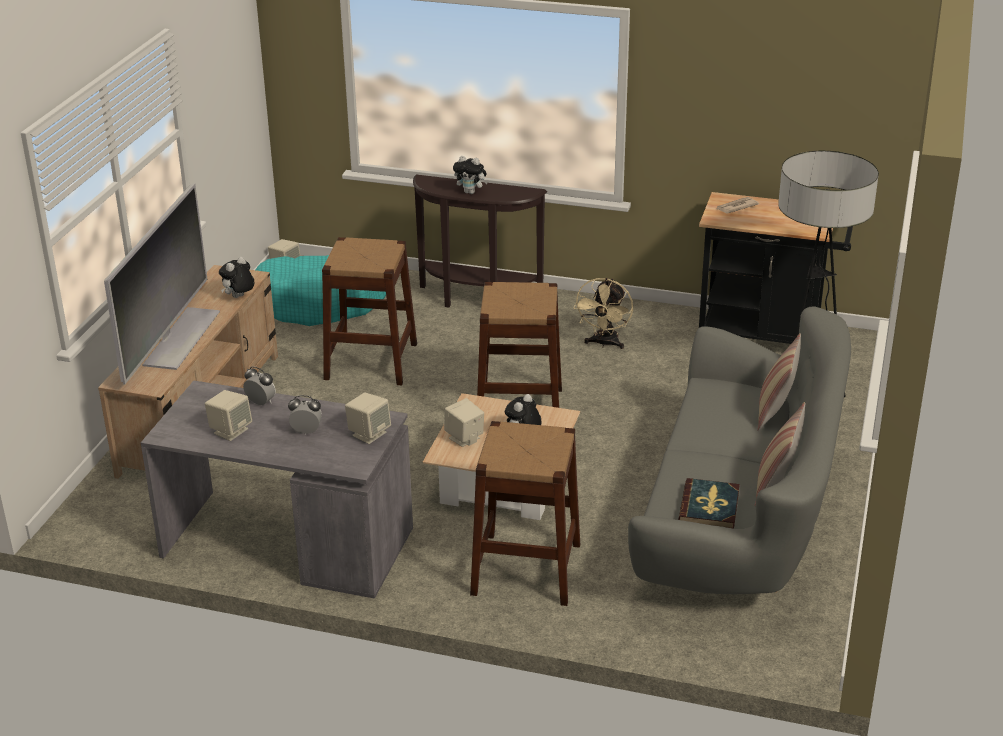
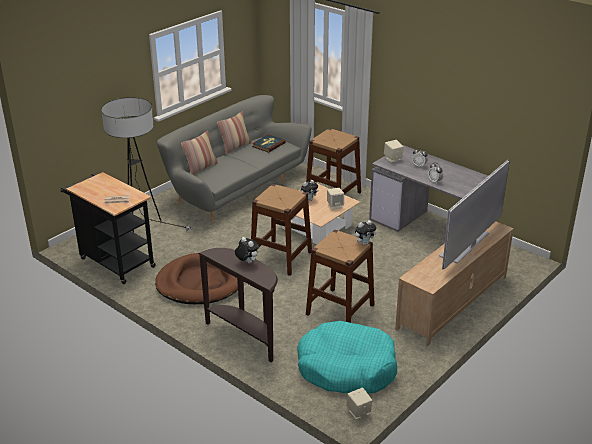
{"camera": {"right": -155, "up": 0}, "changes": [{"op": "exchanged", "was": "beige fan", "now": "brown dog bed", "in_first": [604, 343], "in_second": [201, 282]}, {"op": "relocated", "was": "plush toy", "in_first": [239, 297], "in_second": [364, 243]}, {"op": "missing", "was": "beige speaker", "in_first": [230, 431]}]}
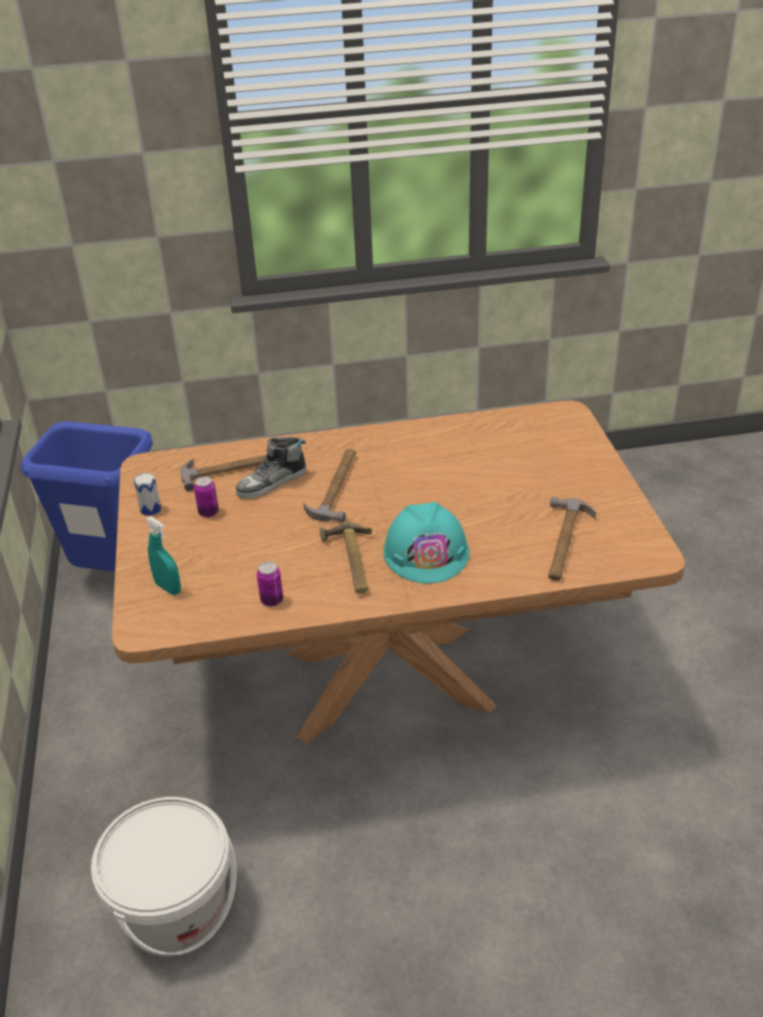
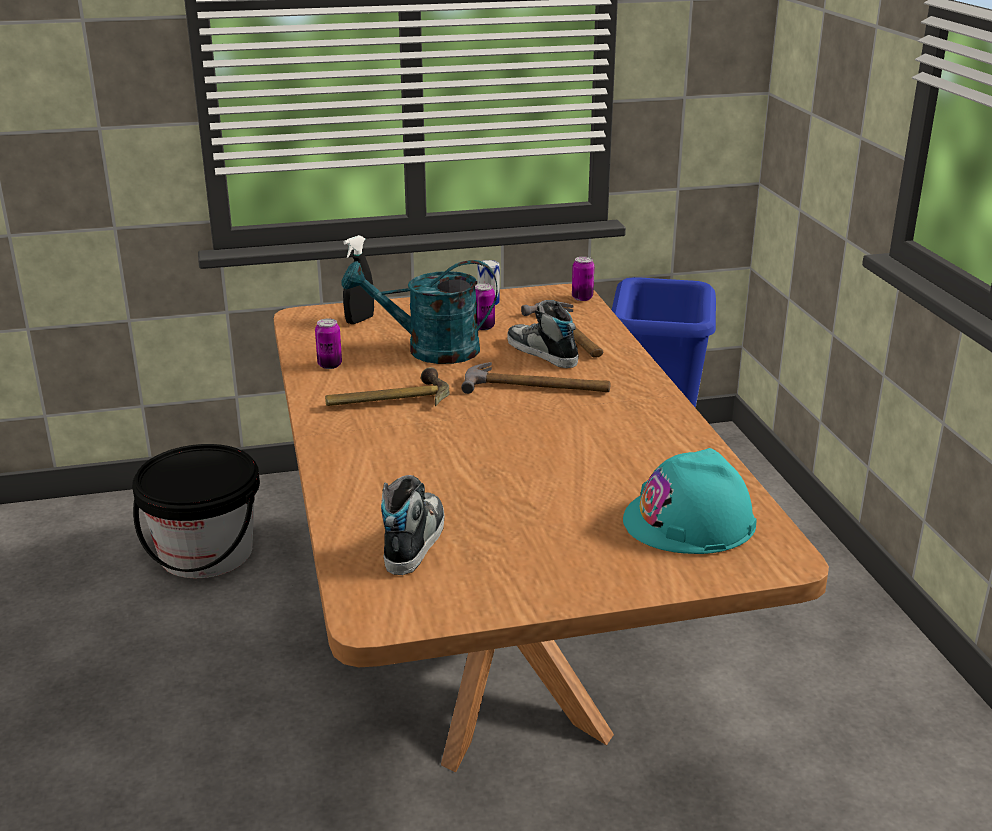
{"camera": {"right": 85, "up": -10}, "changes": [{"op": "colour", "was": "white bucket", "now": "black bucket", "in_first": [176, 910], "in_second": [206, 553]}, {"op": "appeared", "now": "turquoise watering can", "in_second": [429, 350]}, {"op": "colour", "was": "turquoise spray bottle", "now": "black spray bottle", "in_first": [168, 588], "in_second": [359, 320]}, {"op": "exchanged", "was": "hammer", "now": "shoe", "in_first": [565, 542], "in_second": [413, 540]}, {"op": "appeared", "now": "can", "in_second": [582, 298]}, {"op": "relocated", "was": "turquoise hard hat", "in_first": [426, 552], "in_second": [690, 521]}]}
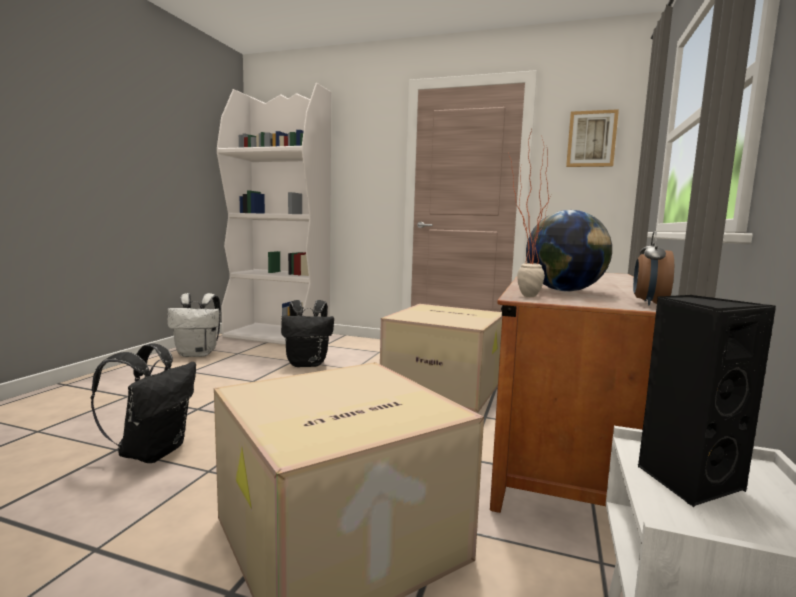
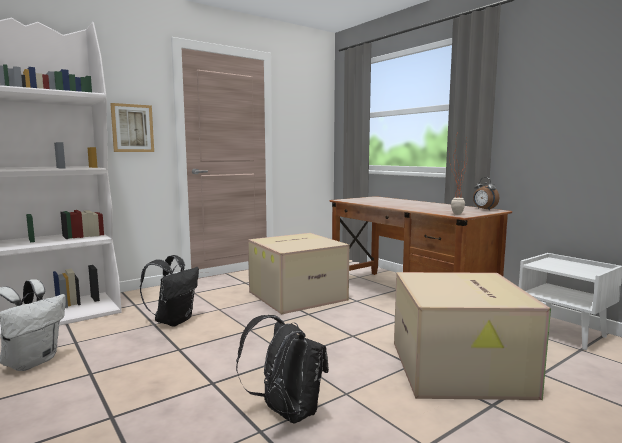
{"camera": {"right": -55, "up": 0}, "changes": [{"op": "relocated", "was": "picture", "in_first": [591, 139], "in_second": [132, 128]}, {"op": "missing", "was": "globe", "in_first": [564, 291]}, {"op": "missing", "was": "black speaker", "in_first": [686, 480]}]}
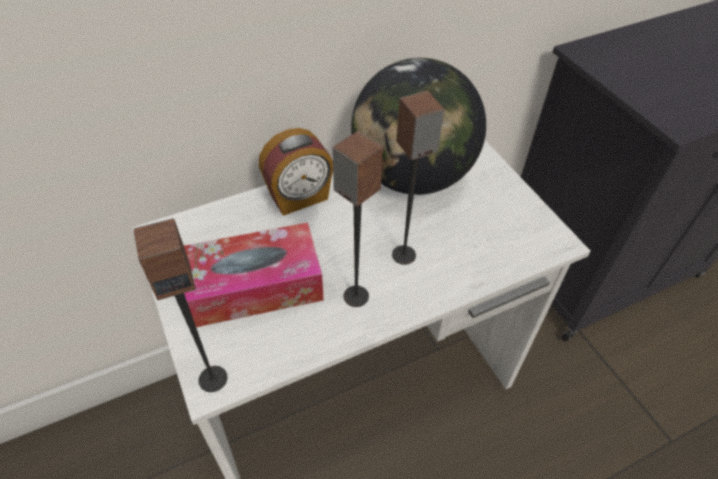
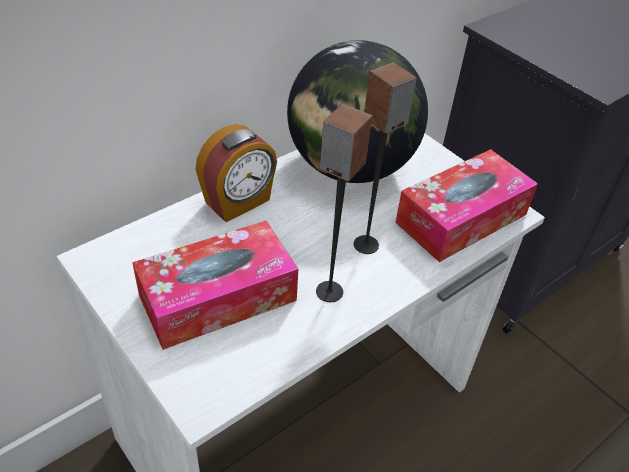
{"camera": {"right": -15, "up": -5}, "changes": [{"op": "appeared", "now": "tissue box", "in_second": [461, 218]}, {"op": "missing", "was": "speaker", "in_first": [213, 378]}]}
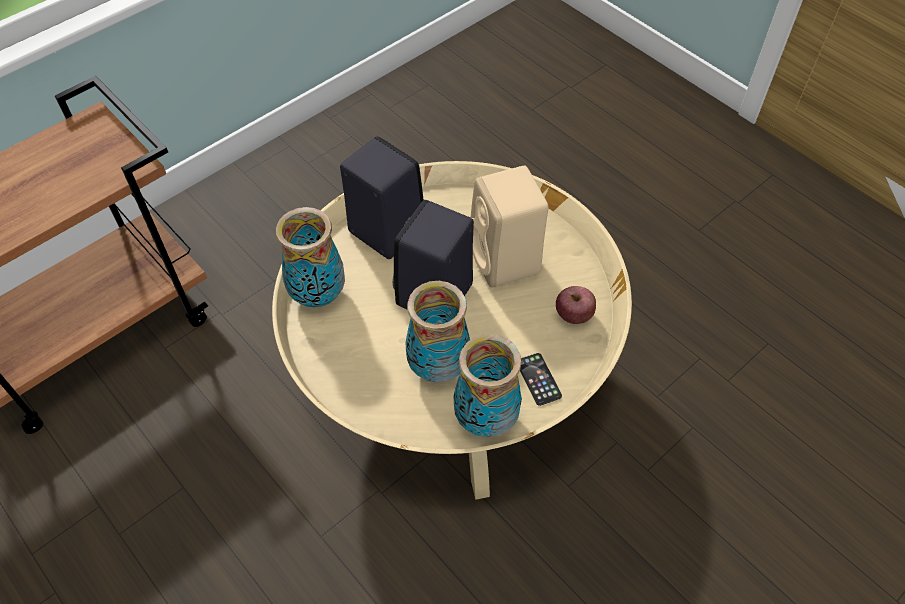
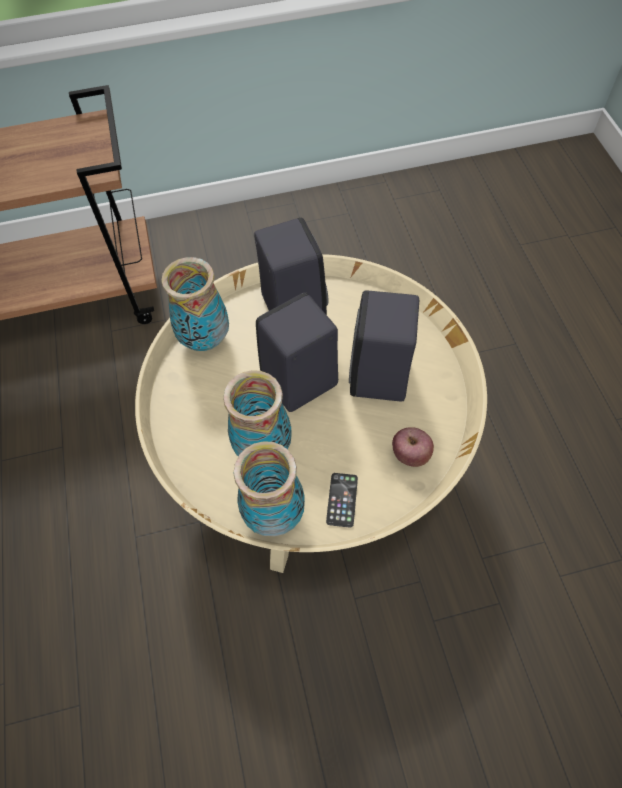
{"camera": {"right": 30, "up": 5}, "changes": [{"op": "colour", "was": "beige speaker", "now": "black speaker", "in_first": [506, 261], "in_second": [380, 377]}]}
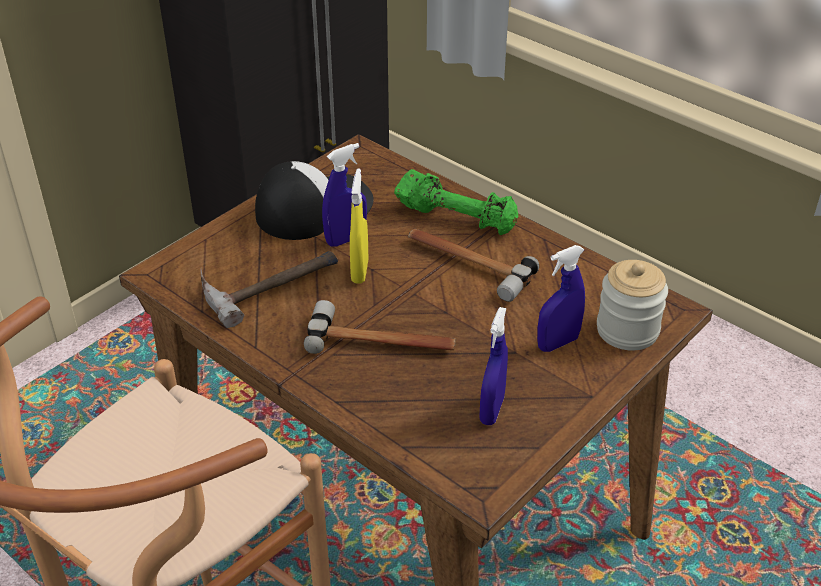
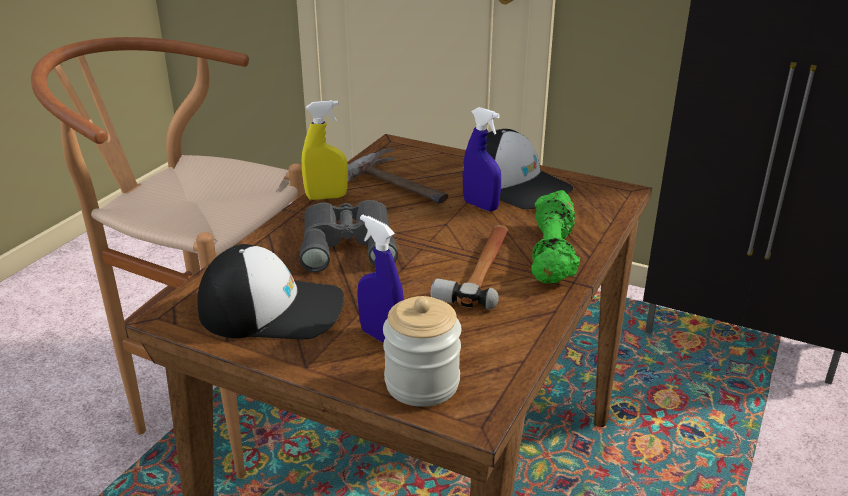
{"camera": {"right": 75, "up": -10}, "changes": [{"op": "exchanged", "was": "blue spray bottle", "now": "cap", "in_first": [492, 410], "in_second": [273, 309]}, {"op": "exchanged", "was": "hammer", "now": "grey binoculars", "in_first": [381, 341], "in_second": [348, 242]}, {"op": "relocated", "was": "yellow spray bottle", "in_first": [360, 271], "in_second": [326, 197]}]}
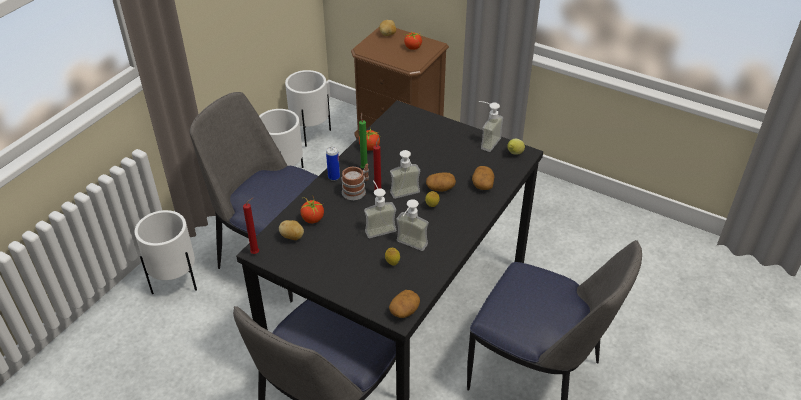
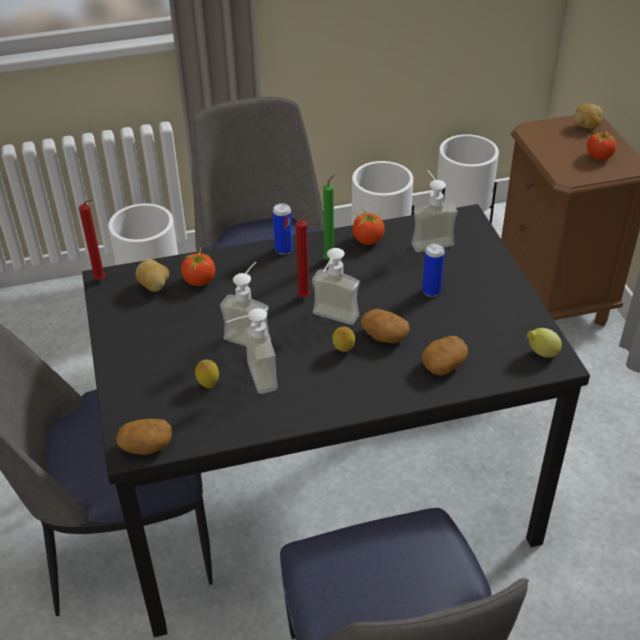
{"camera": {"right": 45, "up": 0}, "changes": [{"op": "relocated", "was": "soap dispenser", "in_first": [485, 142], "in_second": [429, 239]}, {"op": "appeared", "now": "can", "in_second": [431, 291]}, {"op": "missing", "was": "mug", "in_first": [357, 190]}]}
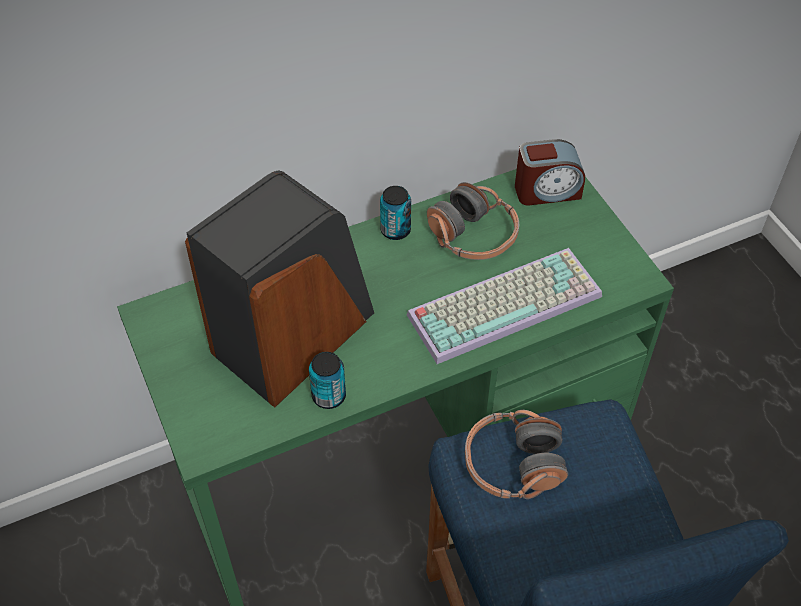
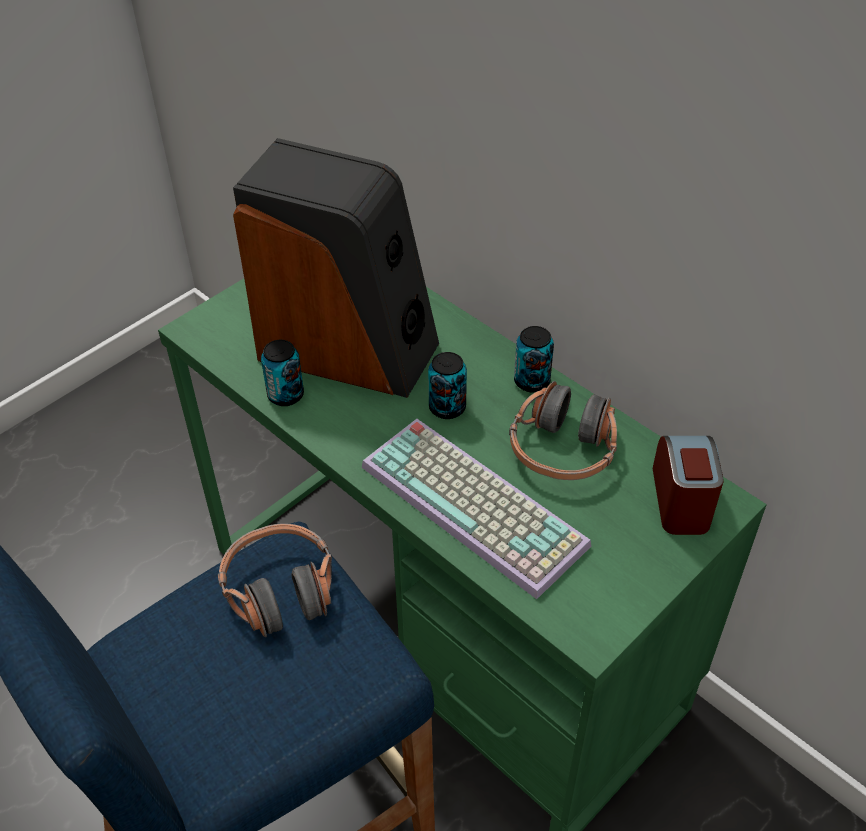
{"camera": {"right": 70, "up": -5}, "changes": [{"op": "appeared", "now": "can", "in_second": [447, 407]}, {"op": "spun", "was": "alarm clock", "in_first": [547, 191], "in_second": [681, 500], "clockwise": -150}]}
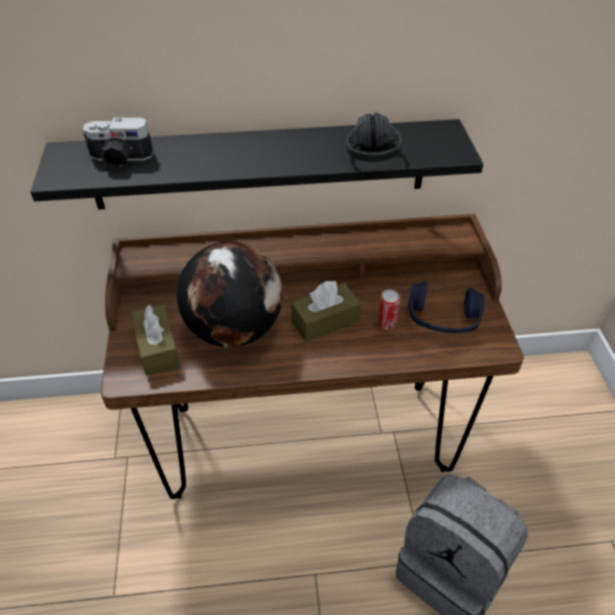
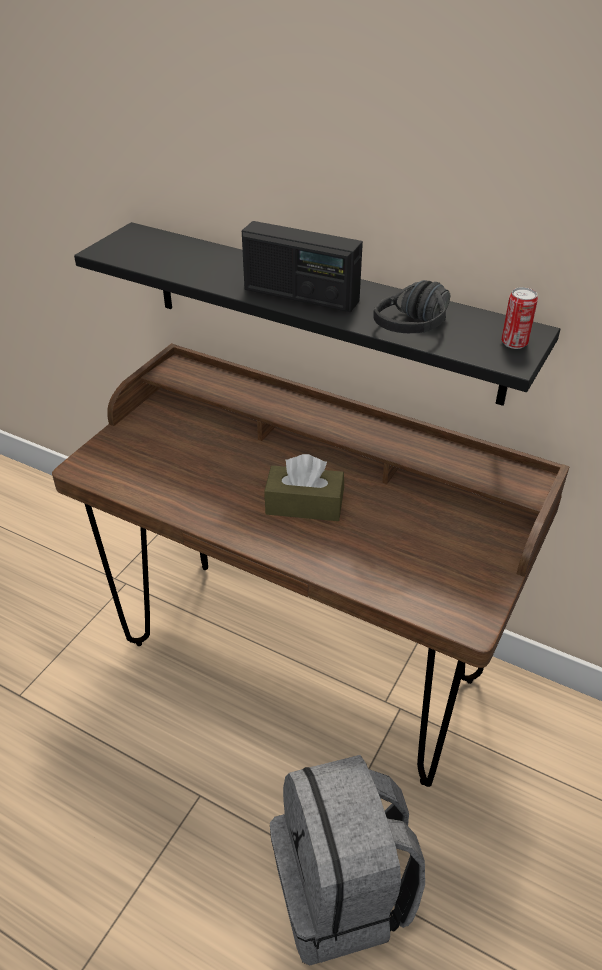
{"camera": {"right": 35, "up": -5}, "changes": [{"op": "appeared", "now": "radio", "in_second": [301, 295]}, {"op": "relocated", "was": "can", "in_first": [386, 323], "in_second": [514, 343]}, {"op": "missing", "was": "photo camera", "in_first": [120, 159]}, {"op": "missing", "was": "brown tissue box", "in_first": [157, 348]}, {"op": "missing", "was": "globe", "in_first": [234, 329]}, {"op": "missing", "was": "blue headphones", "in_first": [443, 319]}]}
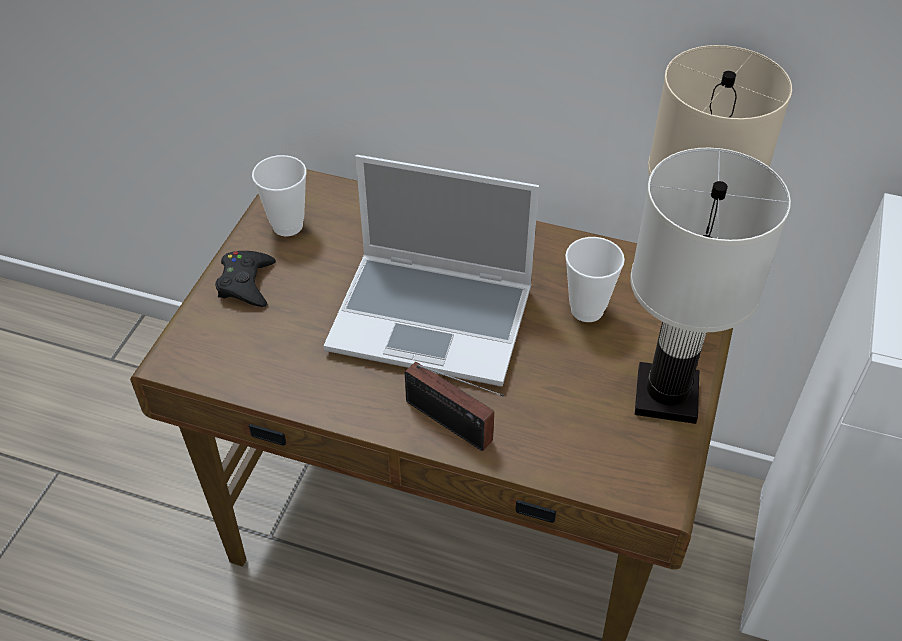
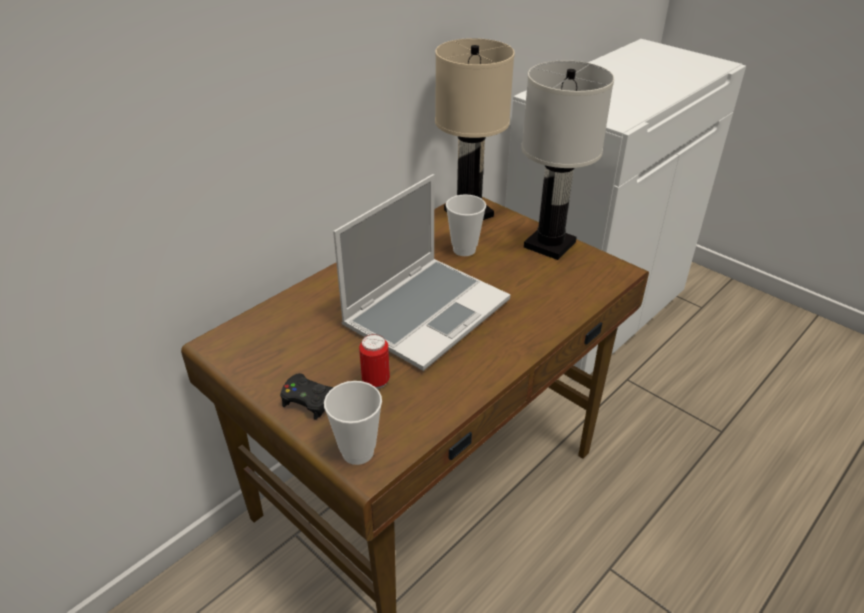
{"camera": {"right": -65, "up": -10}, "changes": [{"op": "relocated", "was": "cup", "in_first": [287, 226], "in_second": [358, 452]}, {"op": "appeared", "now": "can", "in_second": [376, 381]}, {"op": "missing", "was": "radio", "in_first": [452, 425]}]}
